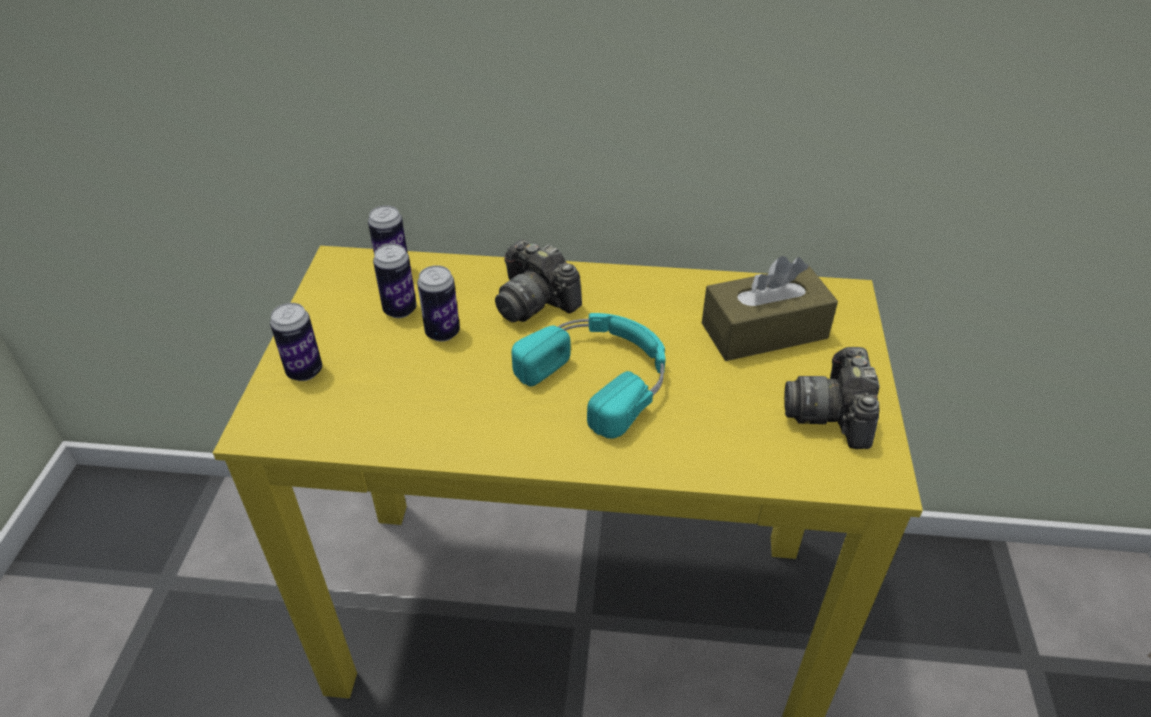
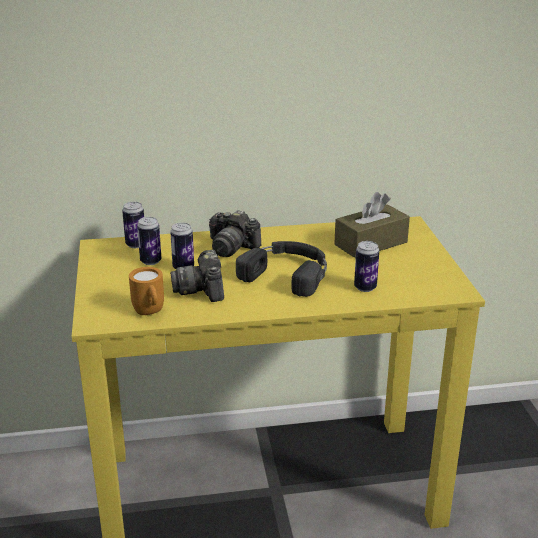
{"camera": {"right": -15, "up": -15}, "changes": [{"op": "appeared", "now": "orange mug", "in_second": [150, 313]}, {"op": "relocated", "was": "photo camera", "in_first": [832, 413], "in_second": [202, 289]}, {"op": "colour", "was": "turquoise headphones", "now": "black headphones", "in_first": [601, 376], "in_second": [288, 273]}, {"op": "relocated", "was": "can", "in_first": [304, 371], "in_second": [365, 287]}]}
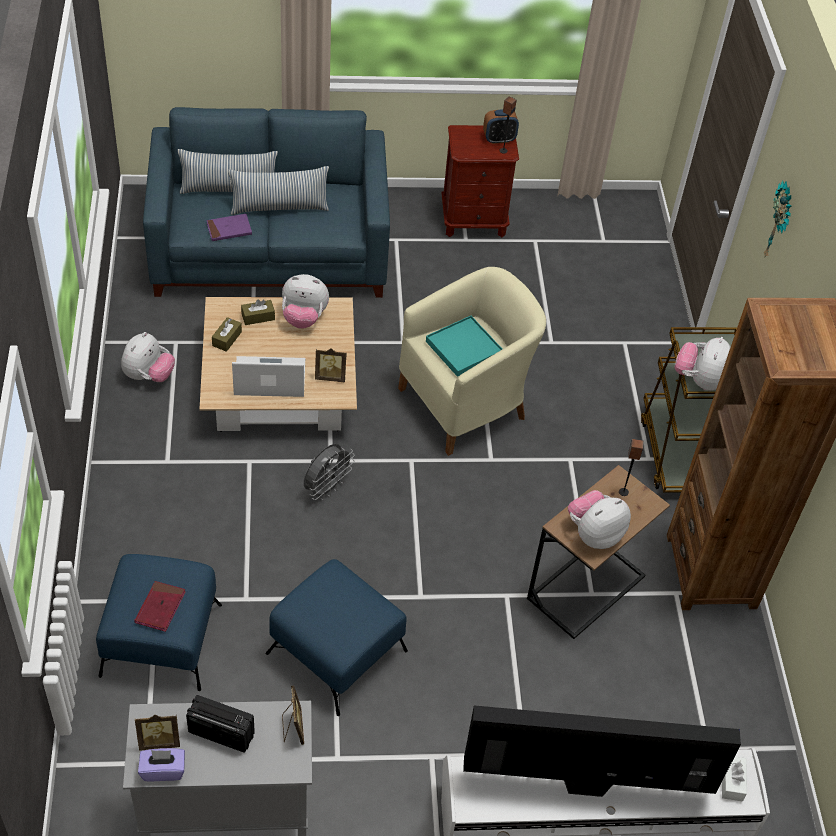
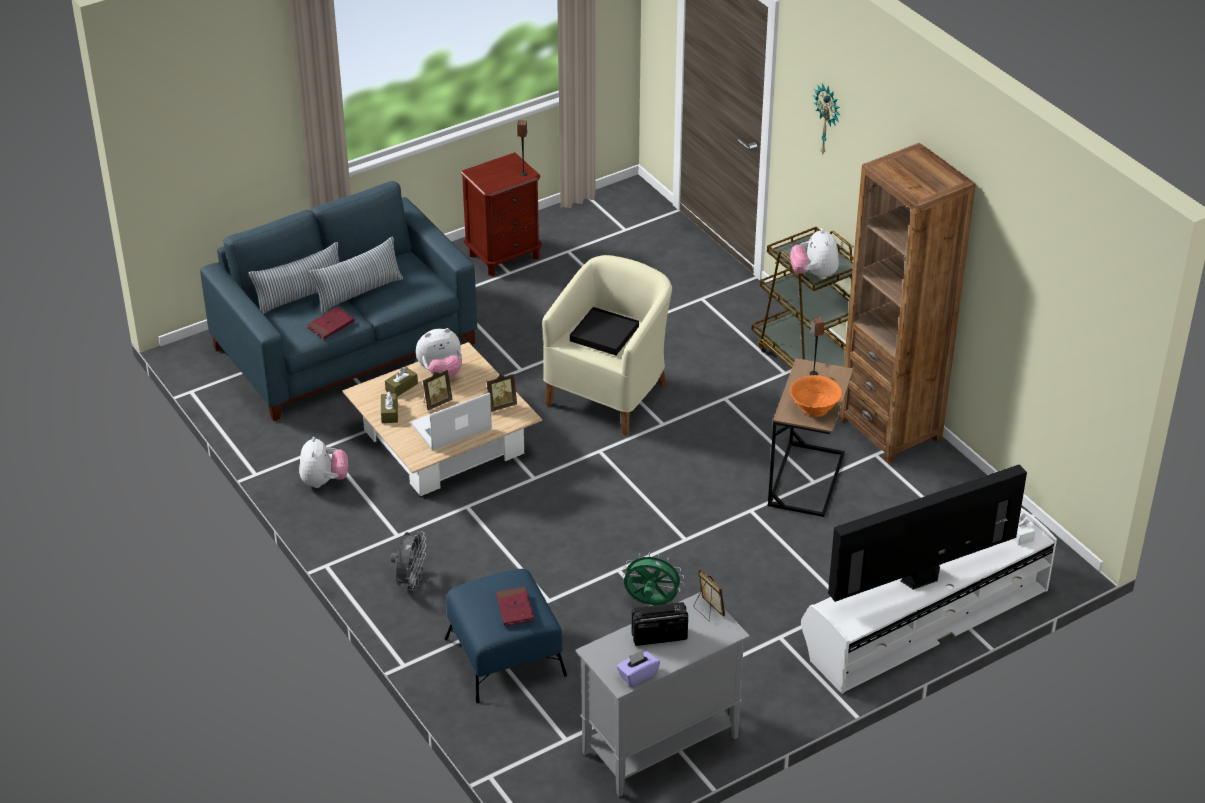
{"camera": {"right": -25, "up": -10}, "changes": [{"op": "colour", "was": "purple book", "now": "red book", "in_first": [229, 229], "in_second": [331, 325]}, {"op": "relocated", "was": "grey fan", "in_first": [326, 488], "in_second": [410, 581]}, {"op": "relocated", "was": "picture frame", "in_first": [159, 741], "in_second": [436, 402]}, {"op": "colour", "was": "turquoise tray", "now": "black tray", "in_first": [463, 348], "in_second": [604, 334]}, {"op": "exchanged", "was": "blue ottoman", "now": "green fan", "in_first": [336, 651], "in_second": [651, 603]}, {"op": "exchanged", "was": "plush toy", "now": "orange bowl", "in_first": [594, 534], "in_second": [814, 409]}, {"op": "missing", "was": "alarm clock", "in_first": [499, 139]}]}
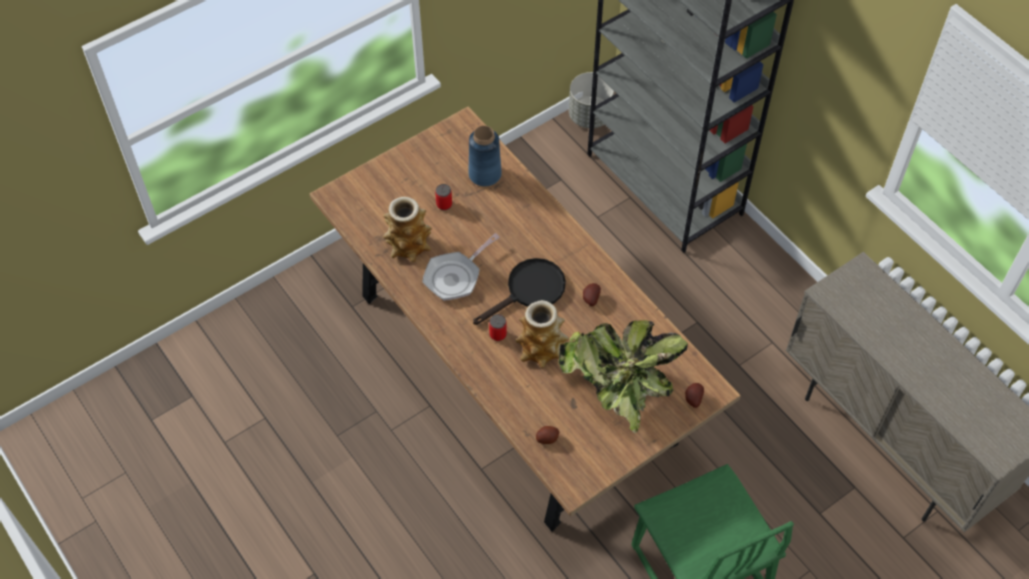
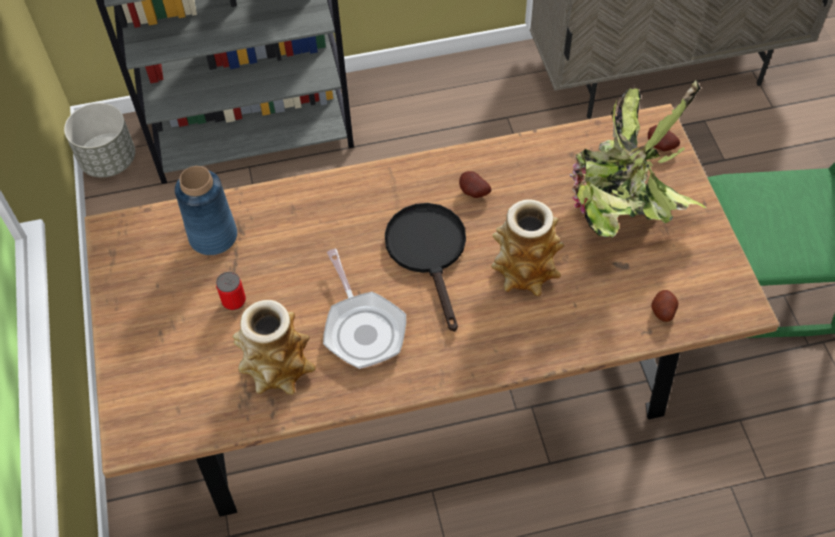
{"camera": {"right": -65, "up": 0}, "changes": [{"op": "missing", "was": "can", "in_first": [498, 334]}]}
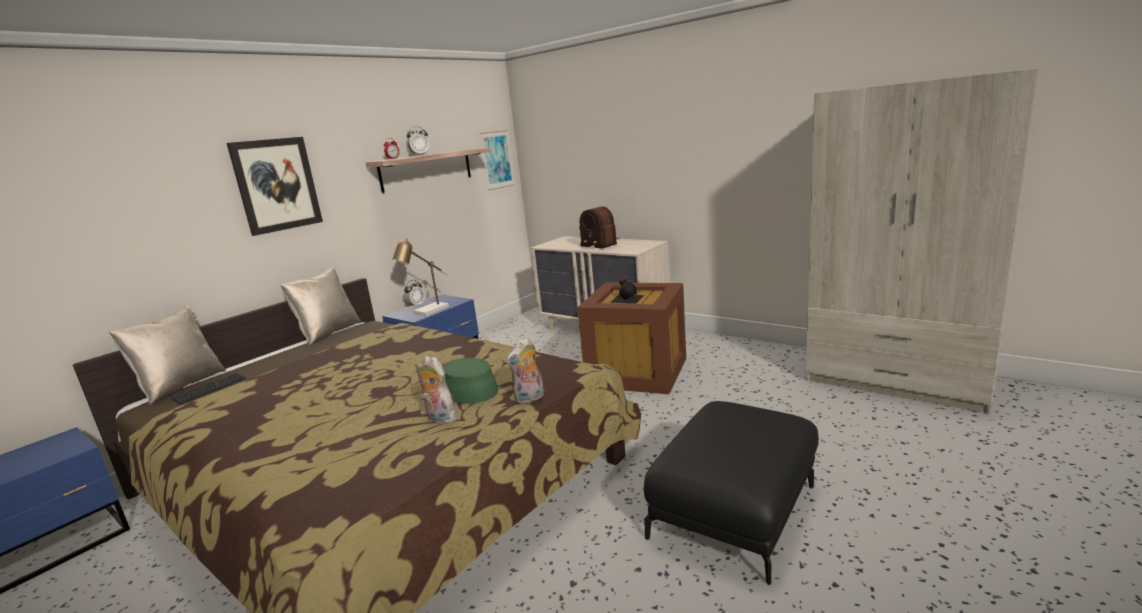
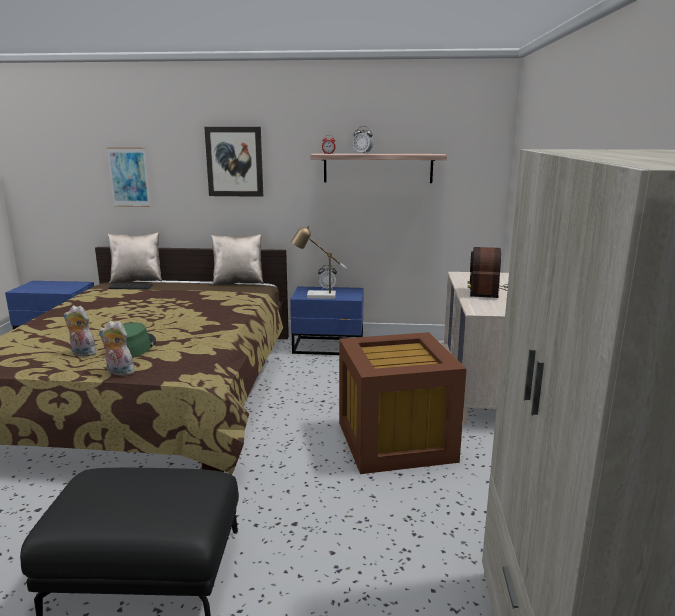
{"camera": {"right": 55, "up": 0}, "changes": [{"op": "spun", "was": "plush toy", "in_first": [439, 418], "in_second": [82, 353], "clockwise": -75}, {"op": "relocated", "was": "picture", "in_first": [497, 160], "in_second": [129, 177]}, {"op": "missing", "was": "black bottle", "in_first": [626, 298]}]}
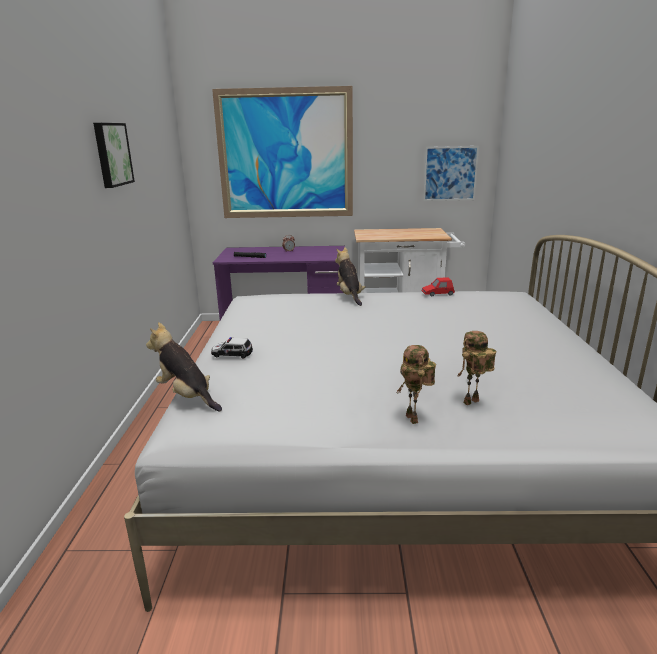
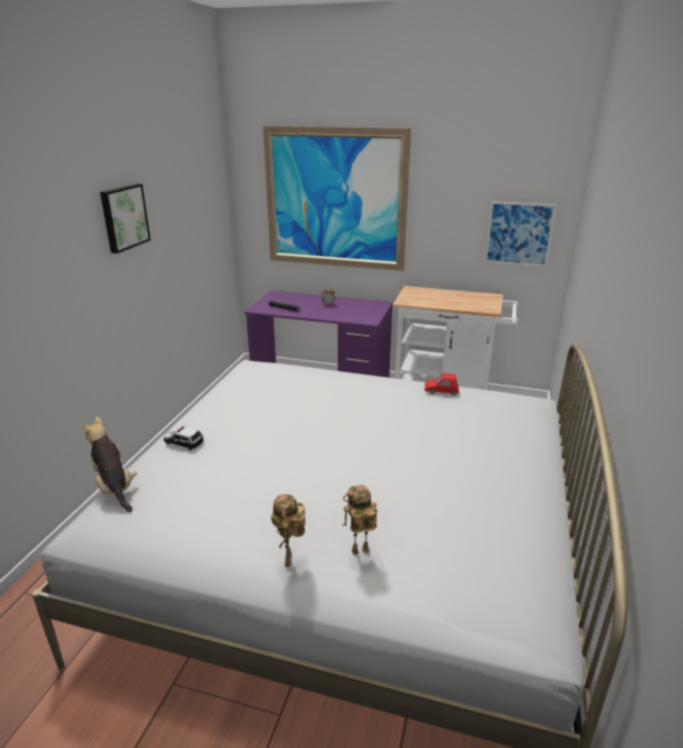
{"camera": {"right": 15, "up": 5}, "changes": [{"op": "missing", "was": "plush toy", "in_first": [349, 296]}]}
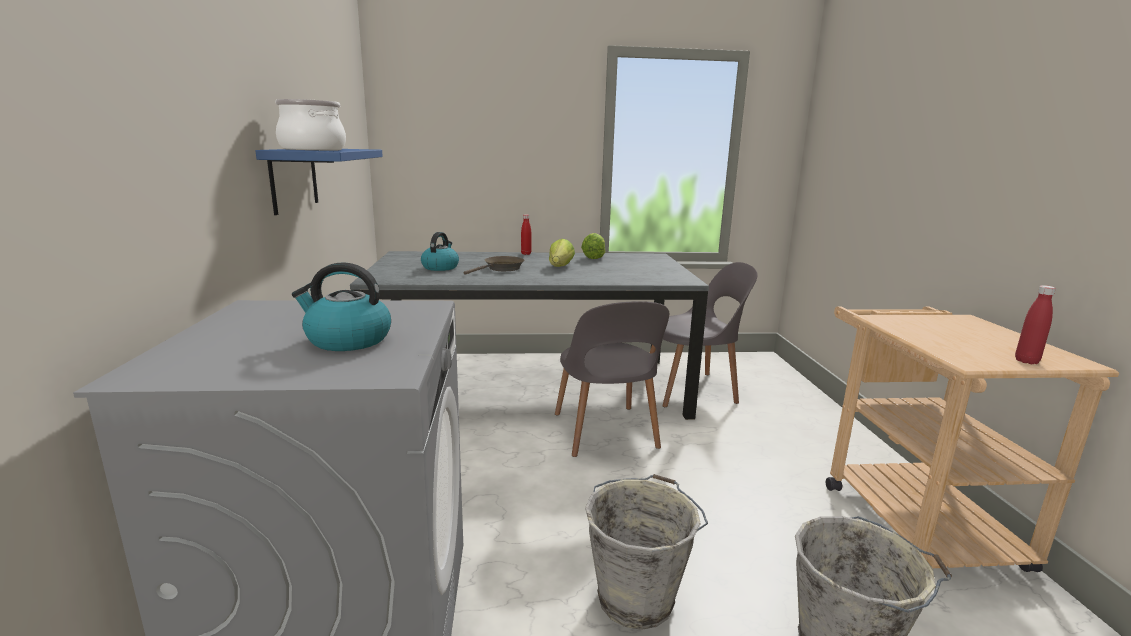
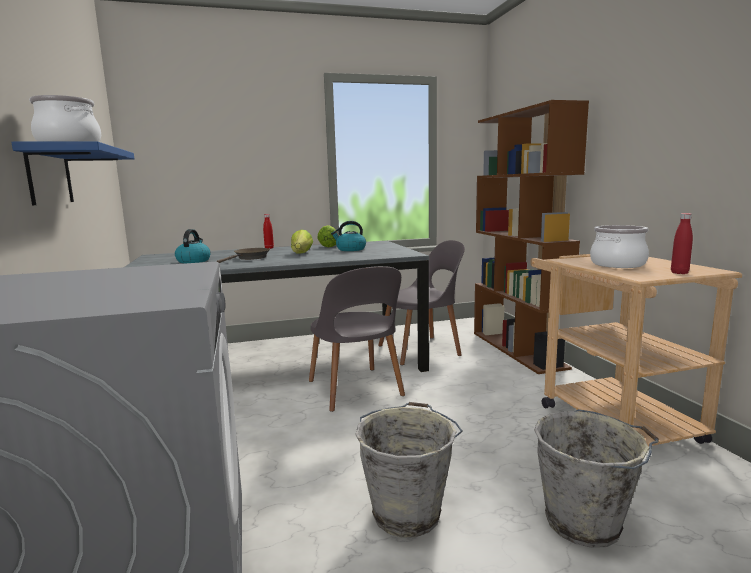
{"camera": {"right": -10, "up": -5}, "changes": [{"op": "relocated", "was": "kettle", "in_first": [347, 340], "in_second": [350, 249]}, {"op": "appeared", "now": "brown bookcase", "in_second": [518, 349]}, {"op": "appeared", "now": "cooking pot", "in_second": [618, 264]}]}
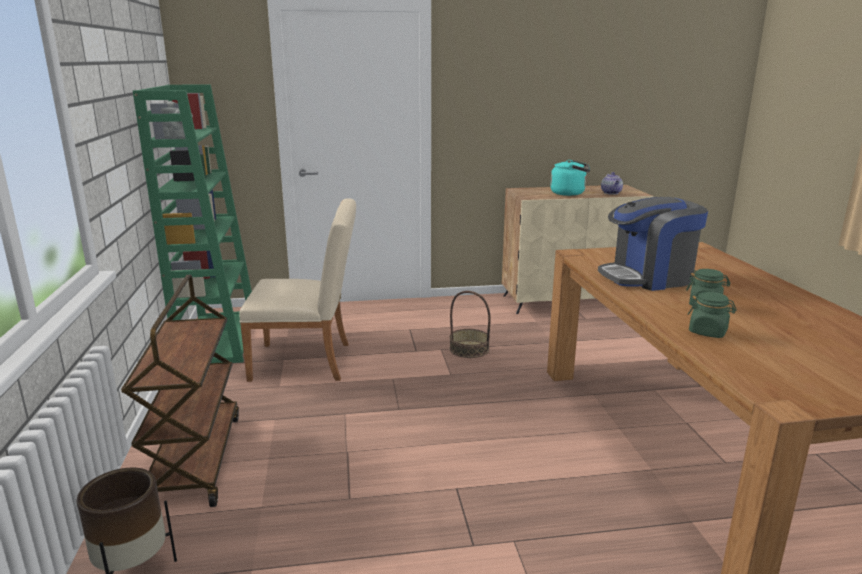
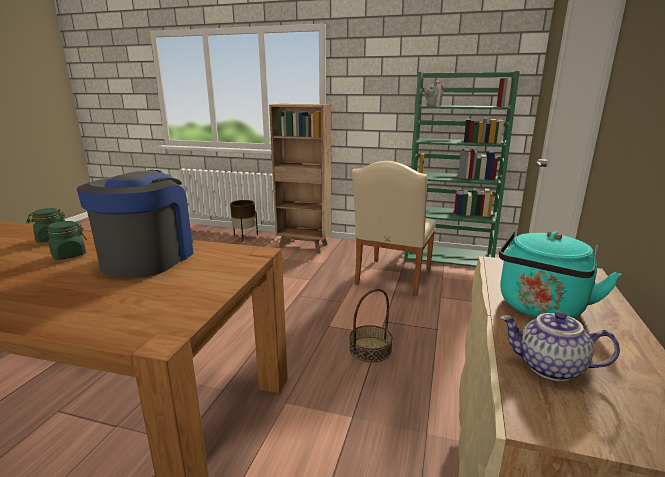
{"camera": {"right": 115, "up": 0}, "changes": [{"op": "exchanged", "was": "brown cart", "now": "brown bookcase", "in_first": [195, 459], "in_second": [304, 246]}]}
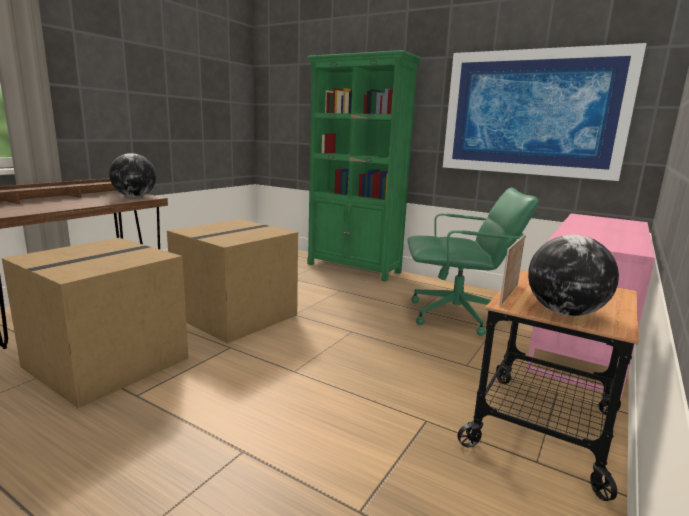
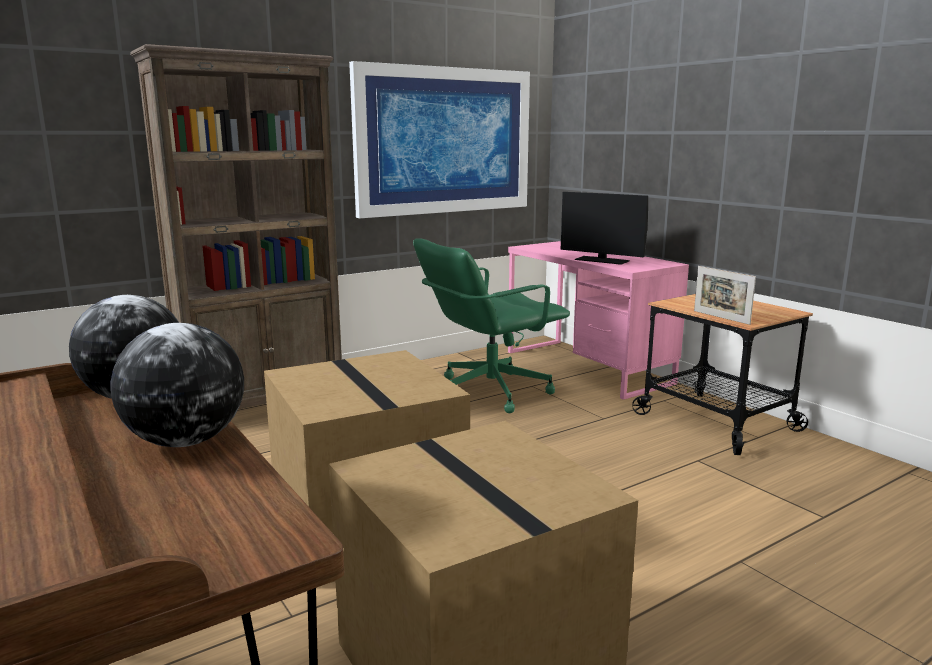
{"camera": {"right": -65, "up": 0}, "changes": [{"op": "relocated", "was": "globe", "in_first": [565, 312], "in_second": [186, 441]}, {"op": "colour", "was": "green bookcase", "now": "brown bookcase", "in_first": [354, 268], "in_second": [264, 405]}, {"op": "spun", "was": "green office chair", "in_first": [457, 316], "in_second": [489, 391], "clockwise": -150}, {"op": "appeared", "now": "monitor", "in_second": [602, 260]}]}
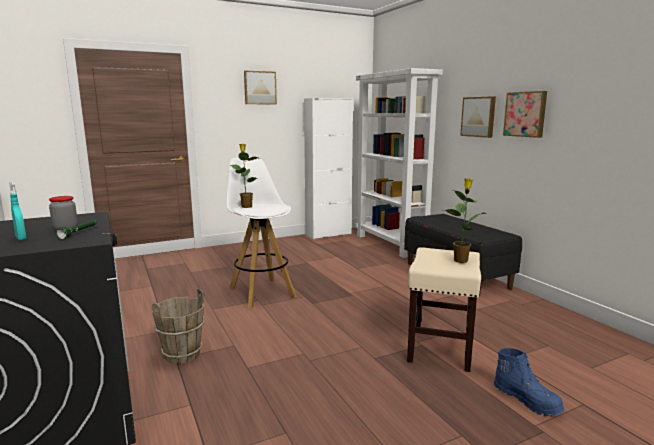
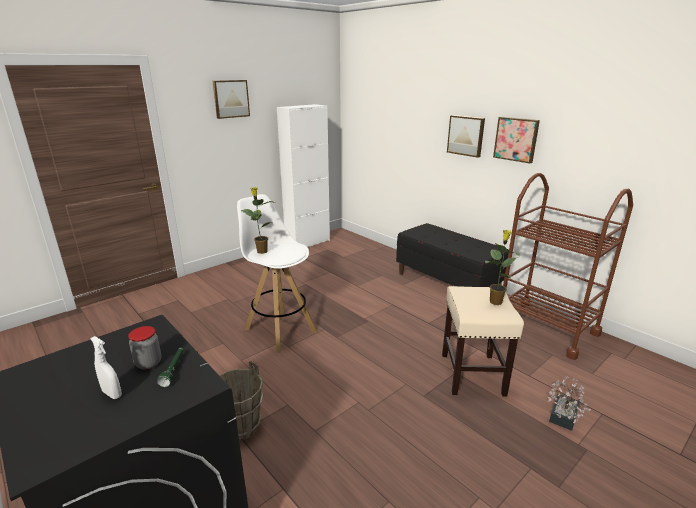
{"camera": {"right": -15, "up": 10}, "changes": [{"op": "colour", "was": "turquoise spray bottle", "now": "white spray bottle", "in_first": [21, 238], "in_second": [112, 394]}, {"op": "appeared", "now": "brown cart", "in_second": [546, 328]}, {"op": "exchanged", "was": "blue boot", "now": "potted plant", "in_first": [527, 400], "in_second": [562, 418]}, {"op": "missing", "was": "white bookcase", "in_first": [391, 244]}]}
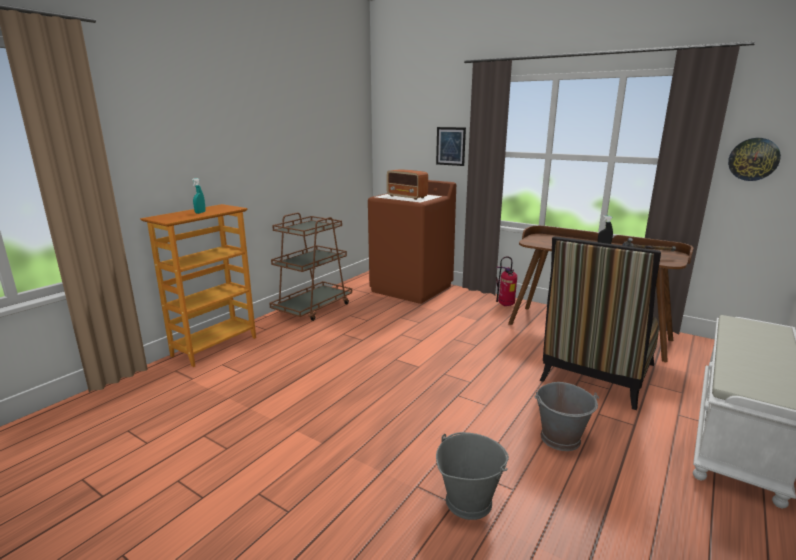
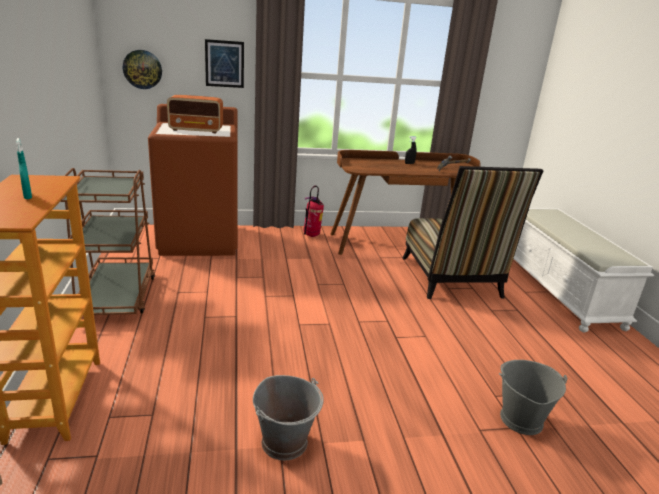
{"camera": {"right": -45, "up": 5}, "changes": [{"op": "relocated", "was": "wall clock", "in_first": [753, 159], "in_second": [142, 69]}, {"op": "relocated", "was": "grey bucket", "in_first": [561, 438], "in_second": [285, 442]}]}
